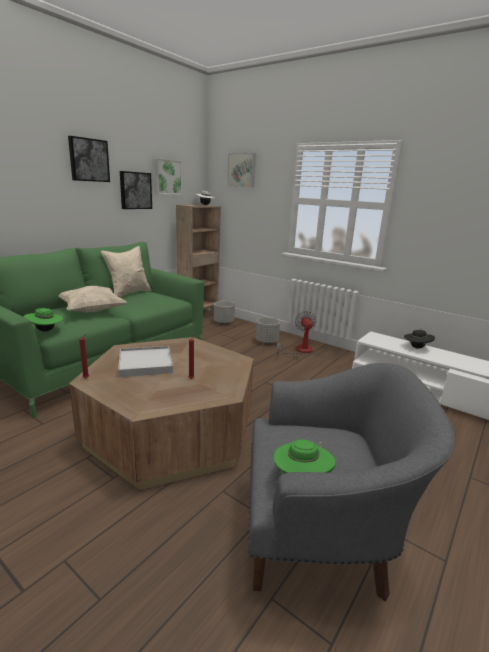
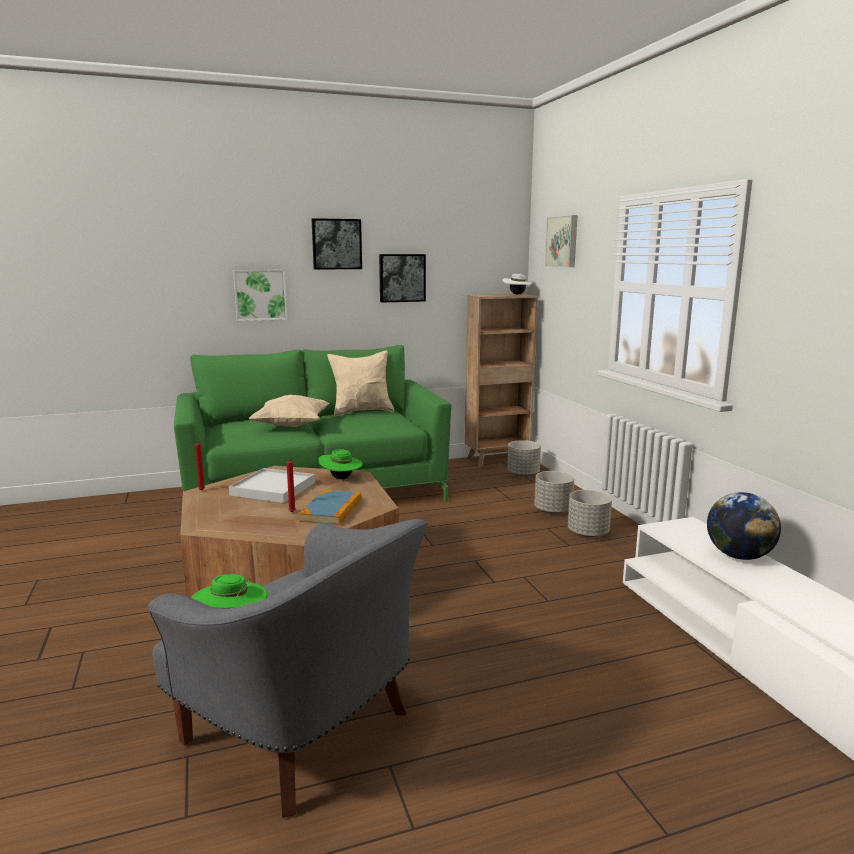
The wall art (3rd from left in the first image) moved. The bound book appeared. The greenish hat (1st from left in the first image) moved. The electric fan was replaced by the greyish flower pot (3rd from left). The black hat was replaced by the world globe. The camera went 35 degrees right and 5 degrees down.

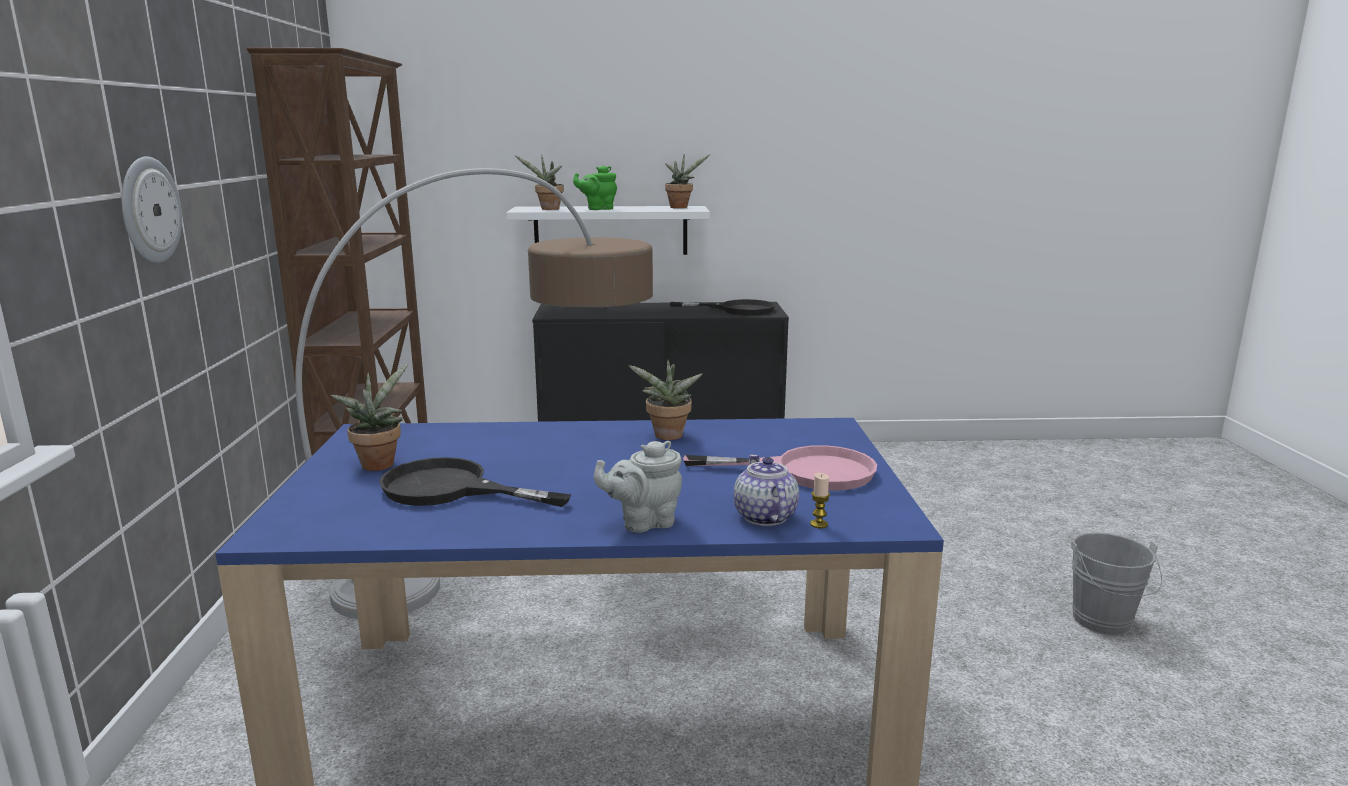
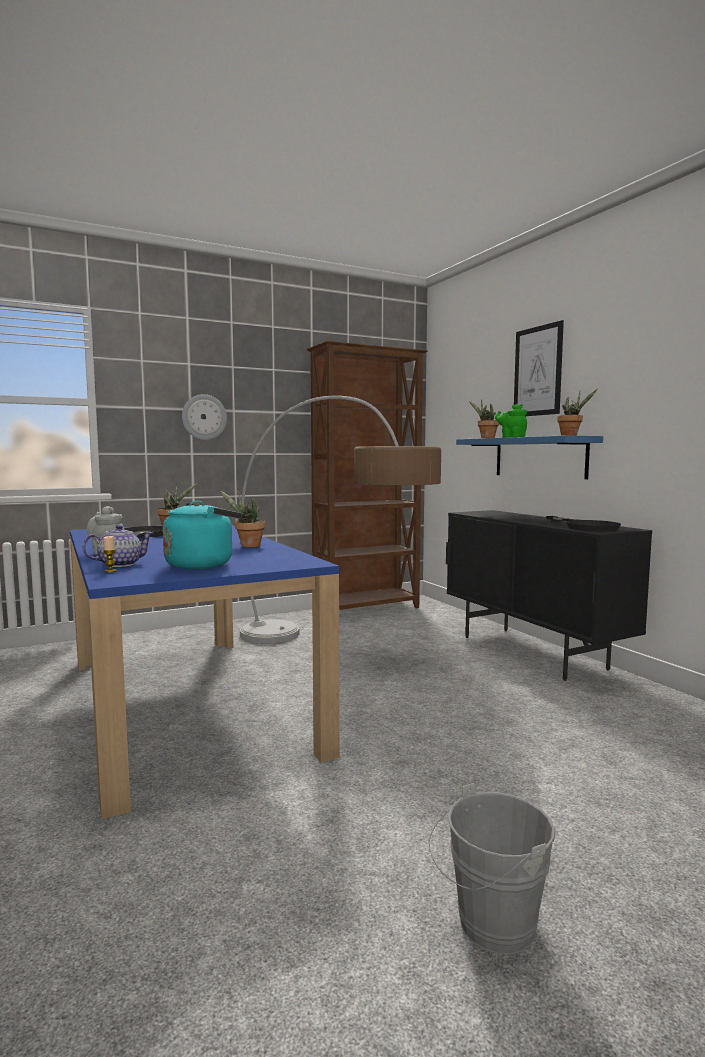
The pinkish skillet was replaced by the turquoise-coloured kettle. The whitish shelf became the blue shelf. The wall art appeared. The camera went 65 degrees right and 10 degrees down.

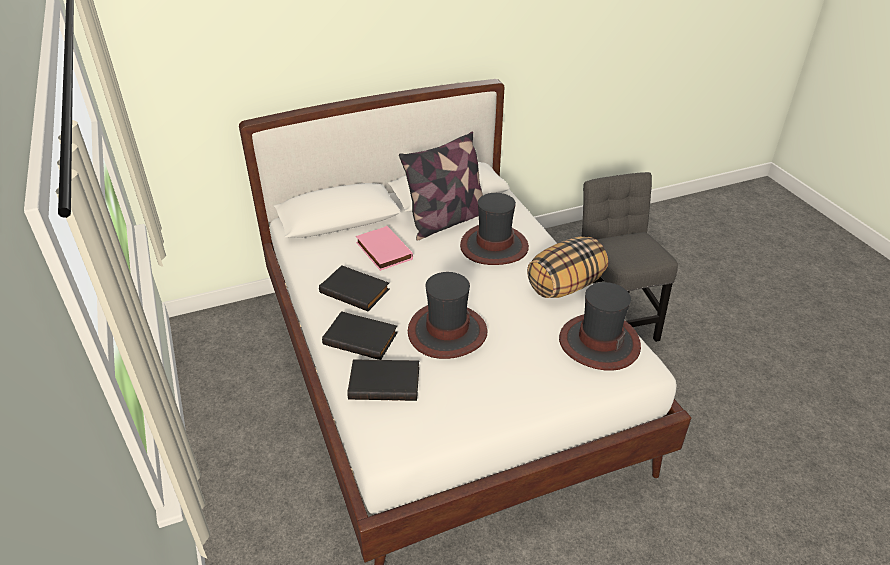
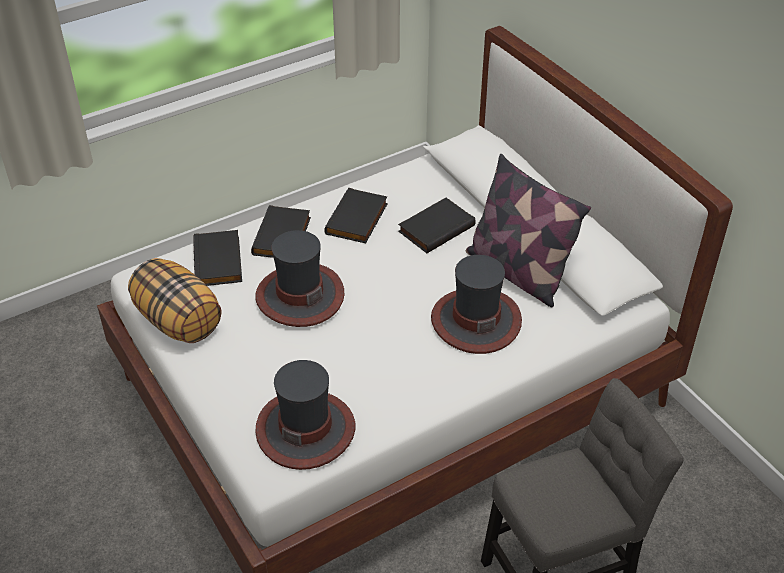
The throw pillow (2nd from left in the first image) moved. The pinkish bound book became the black bound book (4th from left). The camera went 80 degrees right and 5 degrees up.

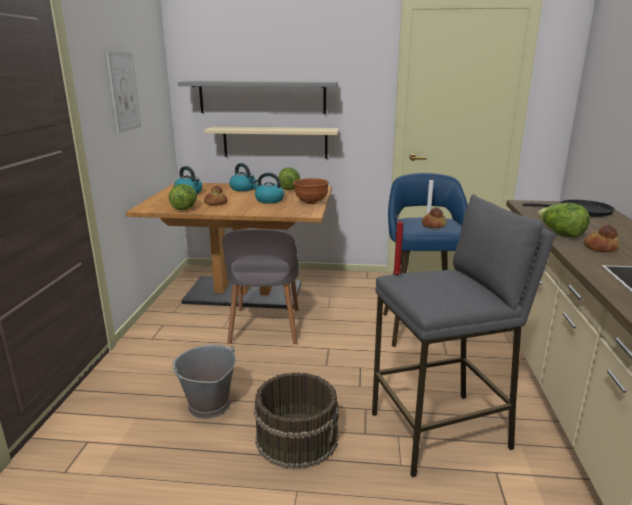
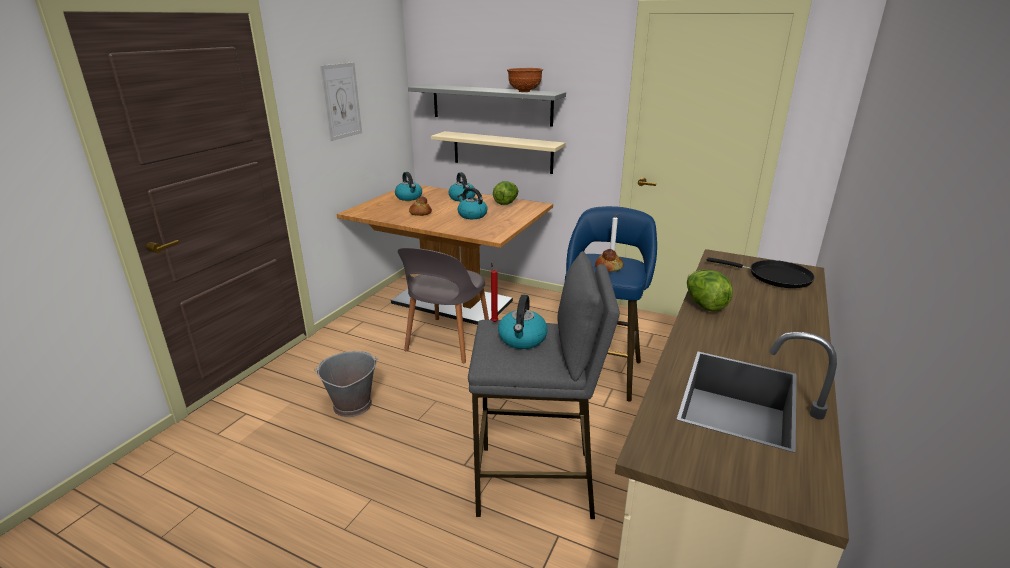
The kettle (4th from left) appeared. The brown-coloured deep dish moved. The lettuce head (1st from left) disappeared. The brown-coloured water bucket disappeared. The baked bread (3rd from left) disappeared. The camera went 20 degrees right and 5 degrees up.

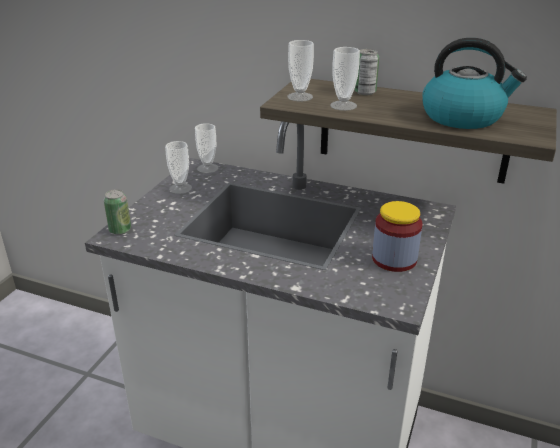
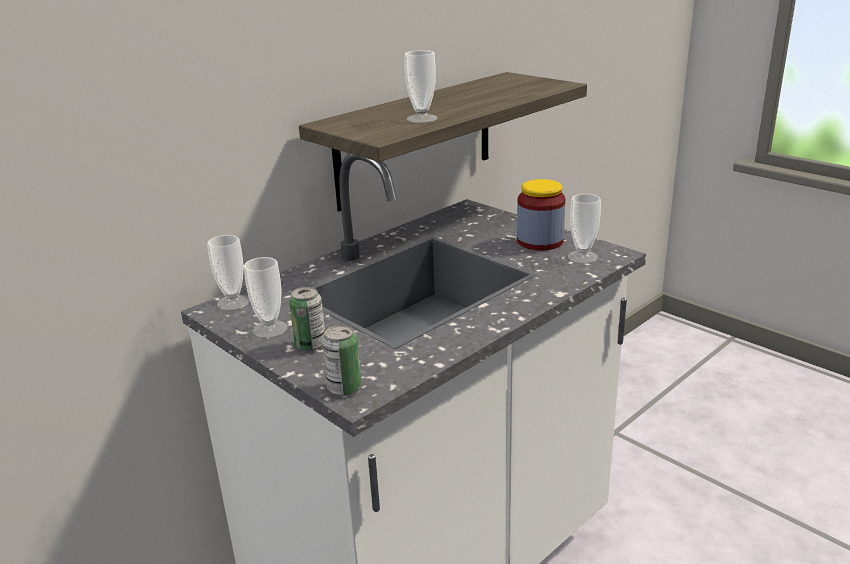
The sealed can (2nd from left in the first image) moved. The cup (3rd from left in the first image) moved. The kettle disappeared. The camera went 65 degrees left and 5 degrees down.

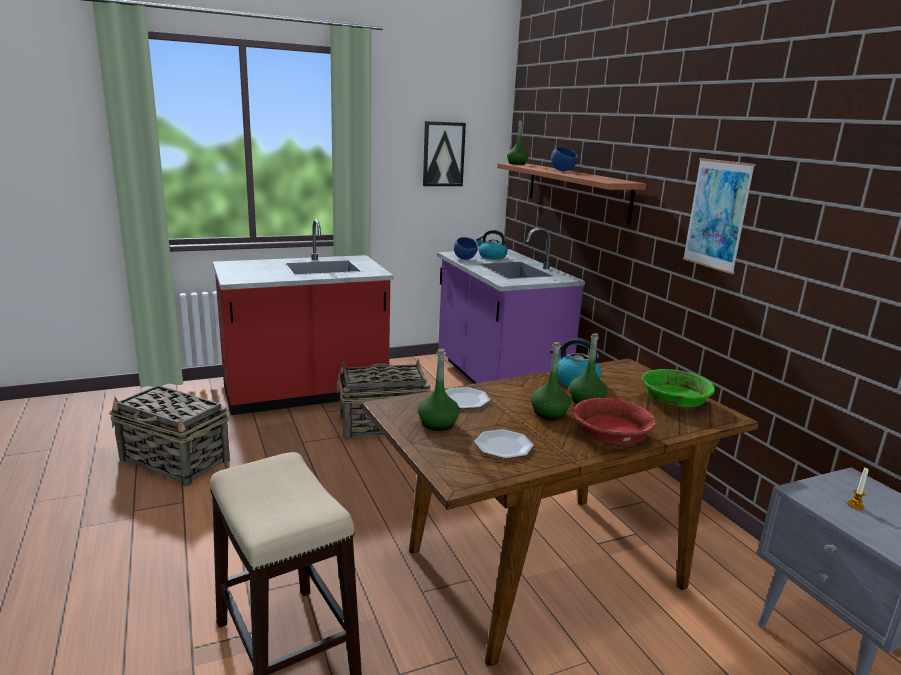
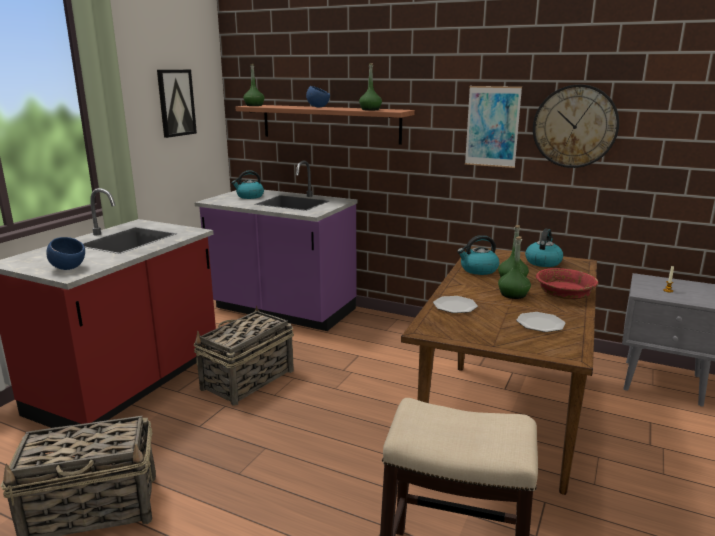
The blue deep dish (1st from left) moved. The greenish drink bottle (1st from left in the first image) moved. The greenish deep dish was replaced by the kettle (3rd from left). The hanging clock appeared. The camera went 40 degrees left and 0 degrees up.

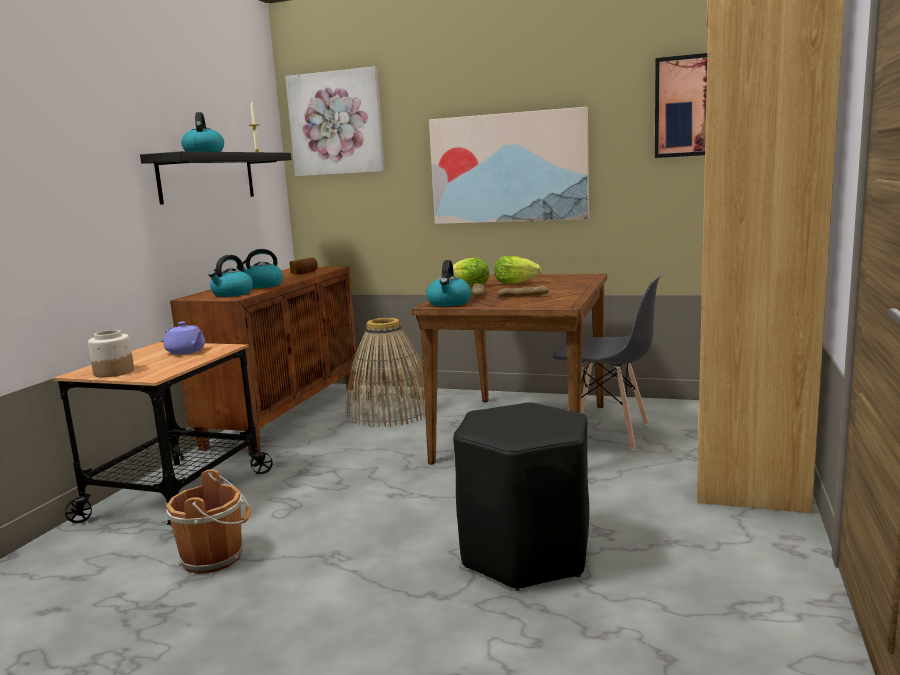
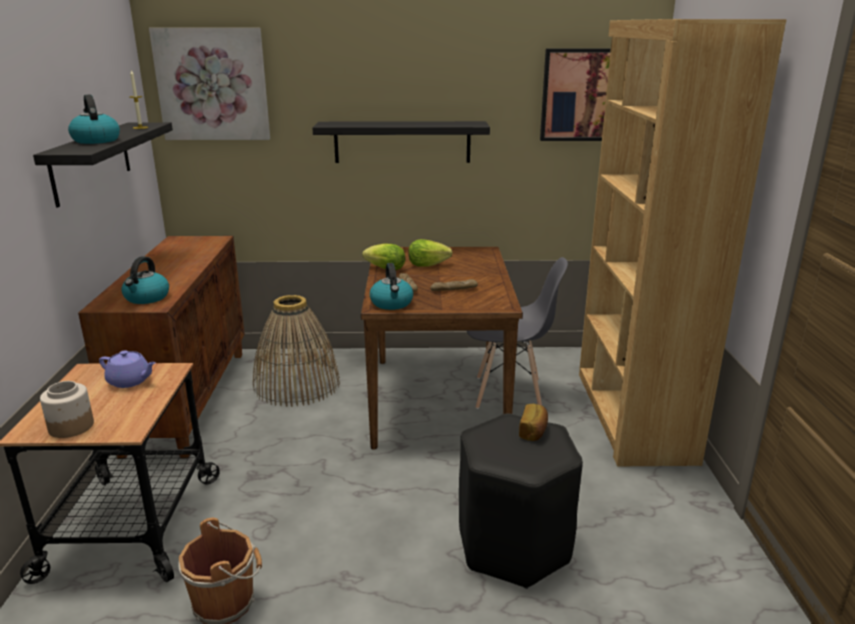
The wall art (2nd from left) was replaced by the black shelf (2nd from left). The baked bread (1st from left in the first image) moved. The kettle (3rd from left) disappeared. The camera went 20 degrees left and 10 degrees up.

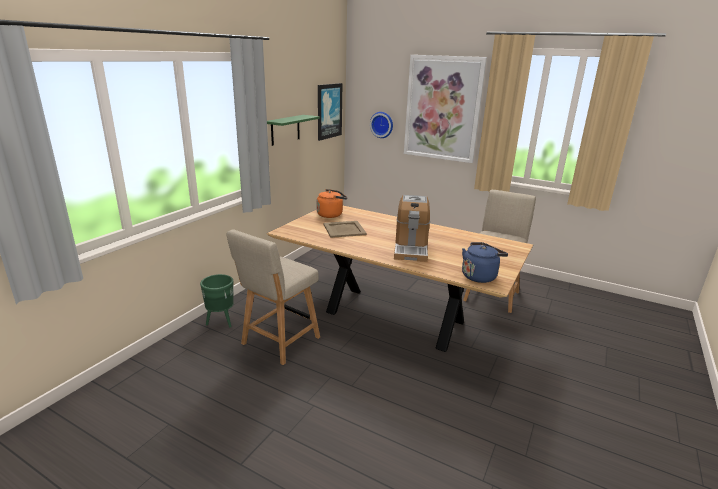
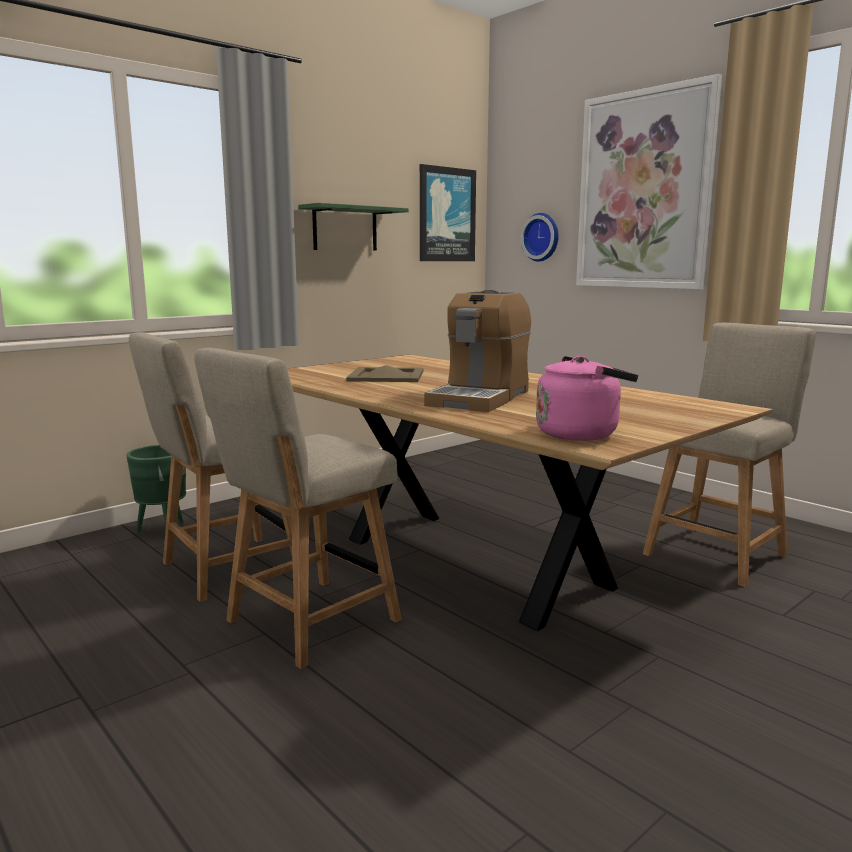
The beige upright chair (2nd from left) appeared. The blue kettle became the pinkish kettle. The orangey kettle disappeared. The camera went 20 degrees right and 10 degrees down.

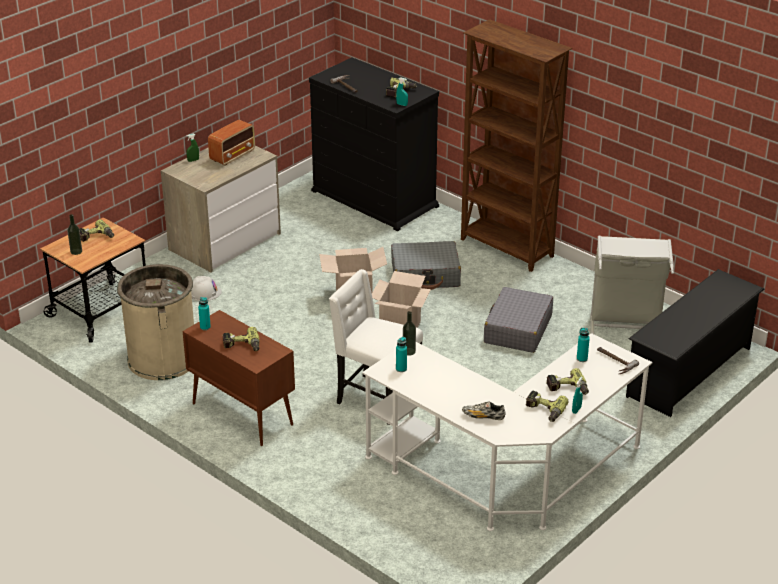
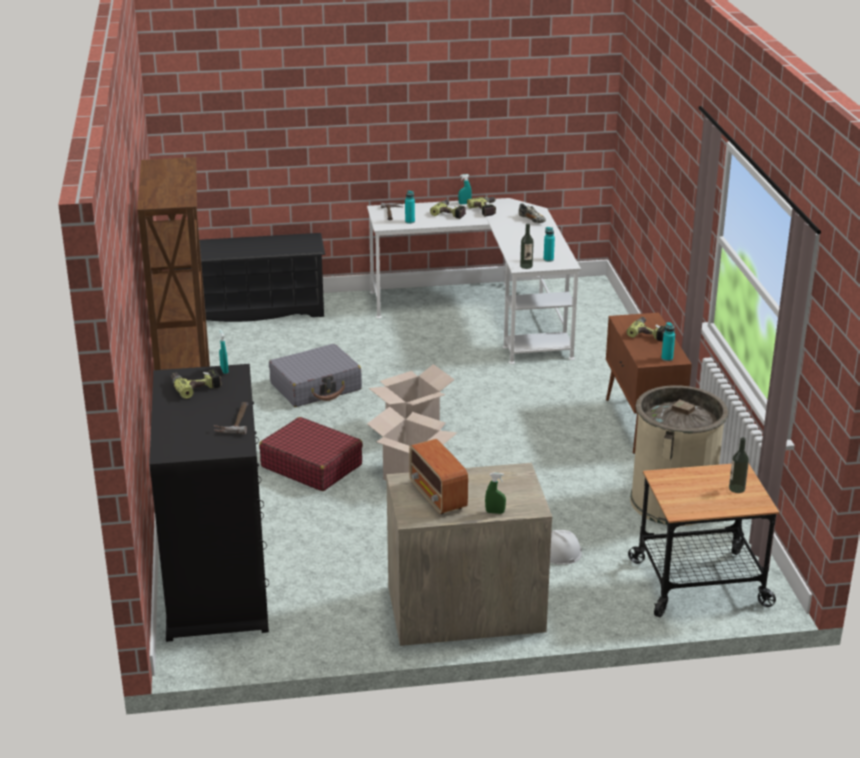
The greyish suitcase (1st from left) became the reddish suitcase. The radio receiver turned 105 degrees counterclockwise. The drill (1st from left) disappeared. The whitish upright chair disappeared. The greyish washing basket disappeared. The camera went 140 degrees left and 5 degrees down.

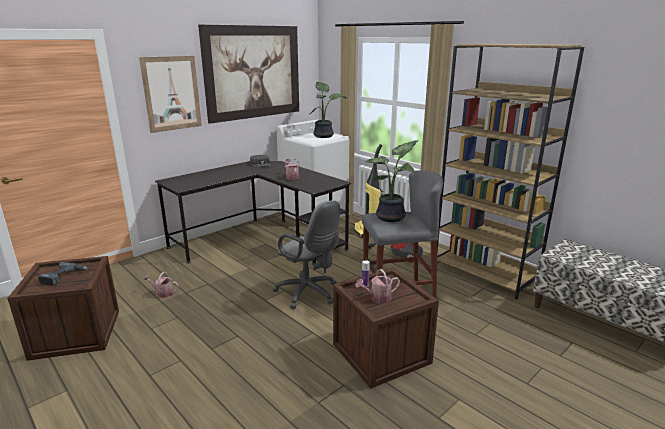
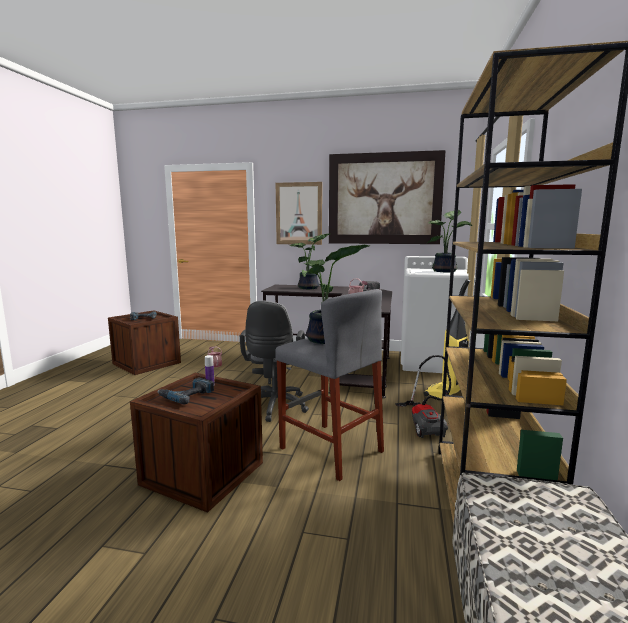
The watering pot (3rd from left) was replaced by the drill (2nd from left). The plant in a pot (1st from left) appeared. The camera went 55 degrees right and 10 degrees down.

